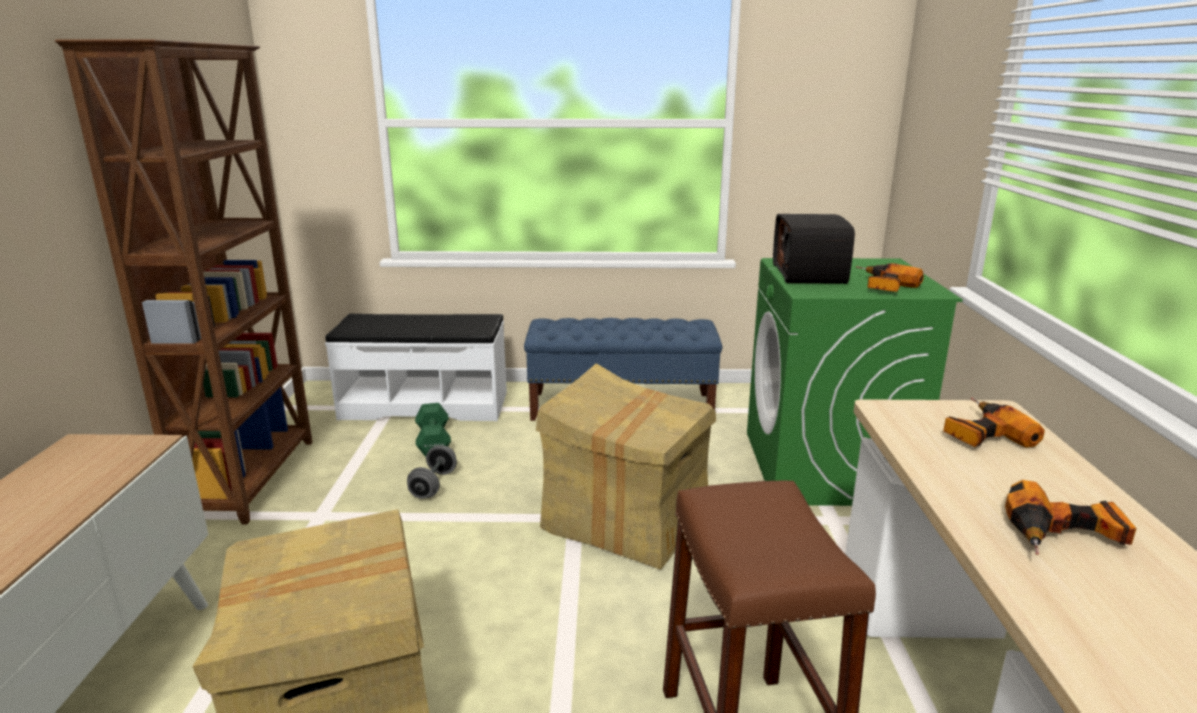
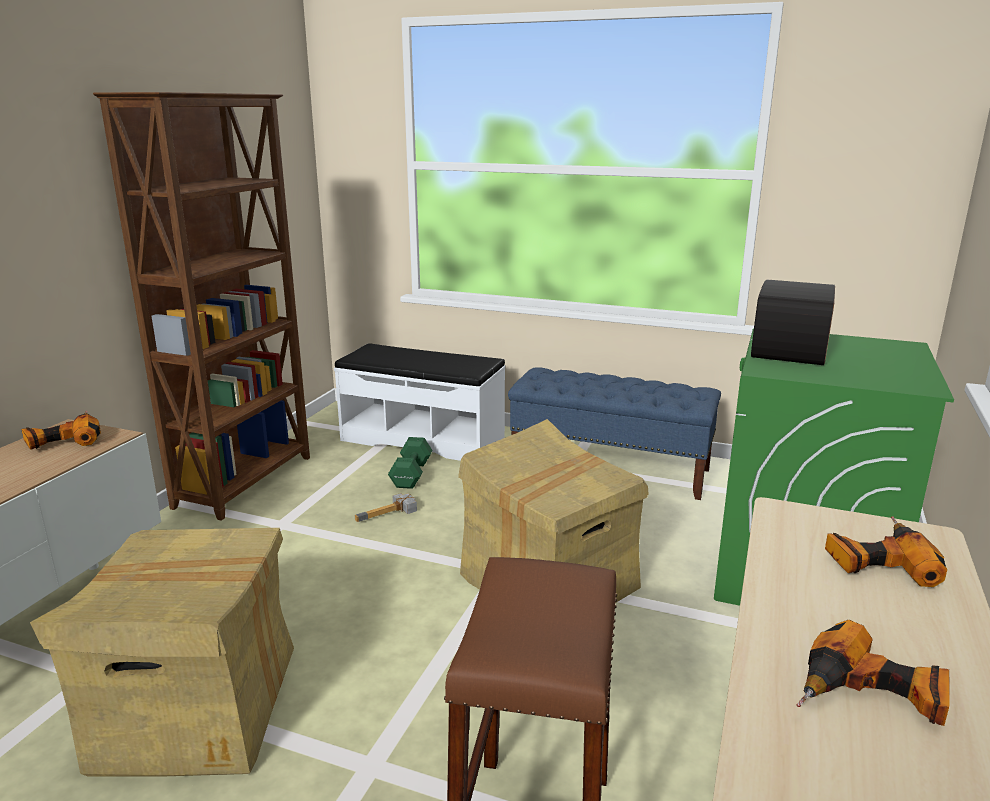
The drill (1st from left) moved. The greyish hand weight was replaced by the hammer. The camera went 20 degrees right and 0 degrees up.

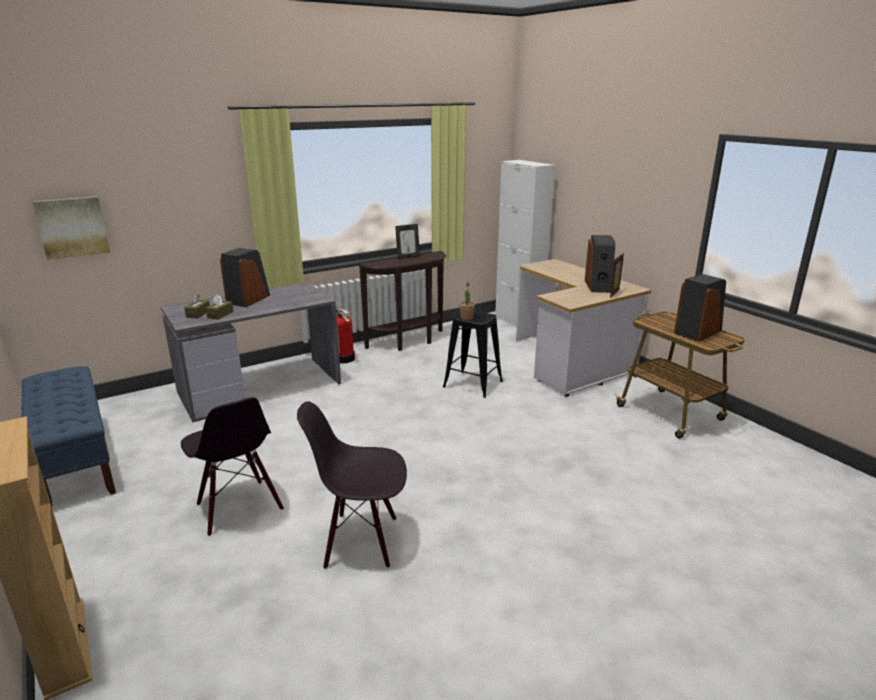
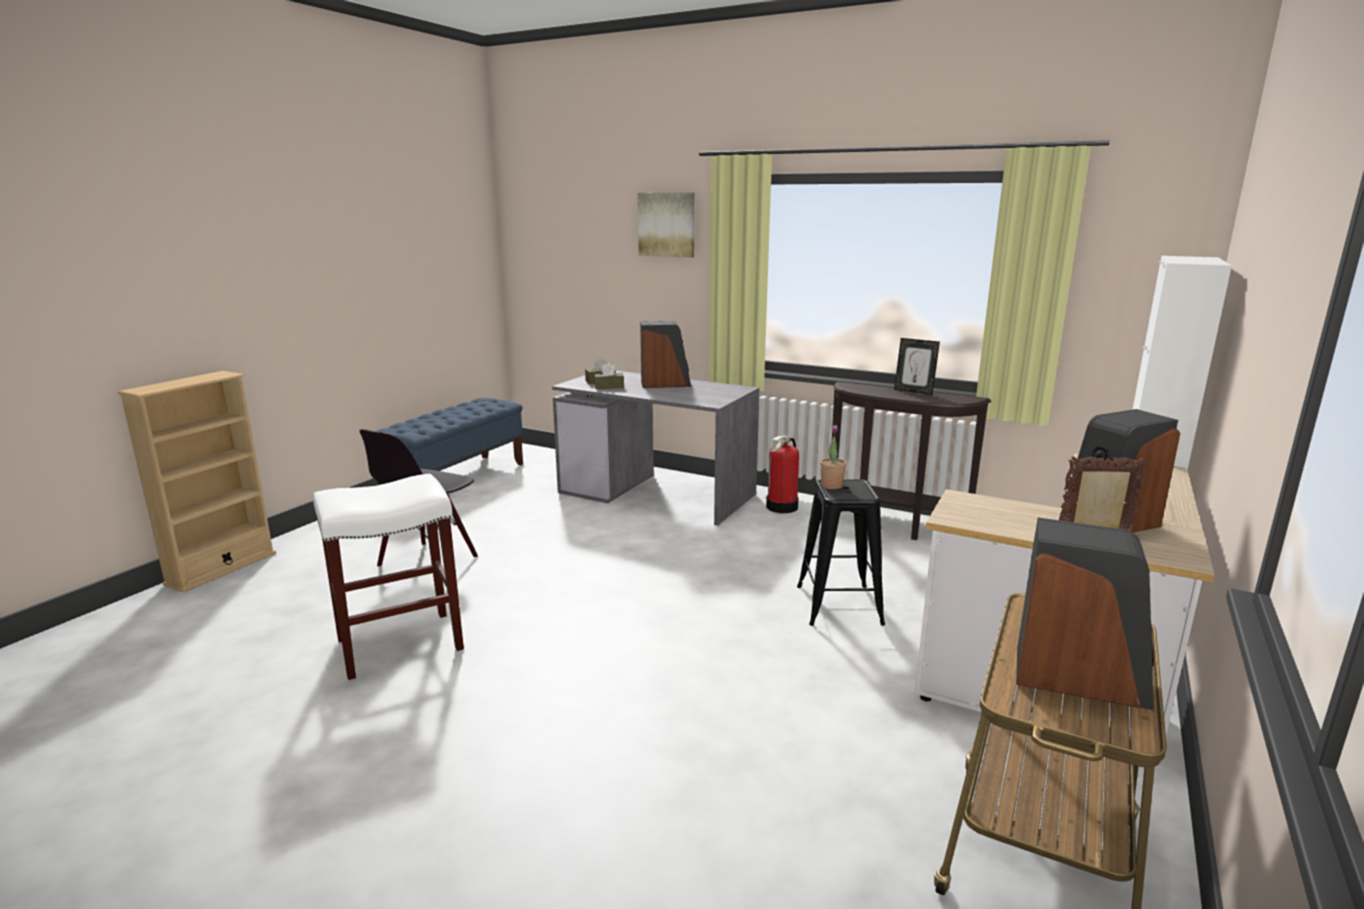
The black upright chair (2nd from left) was replaced by the whitish sitting stool. The wall art moved. The camera went 60 degrees right and 5 degrees down.

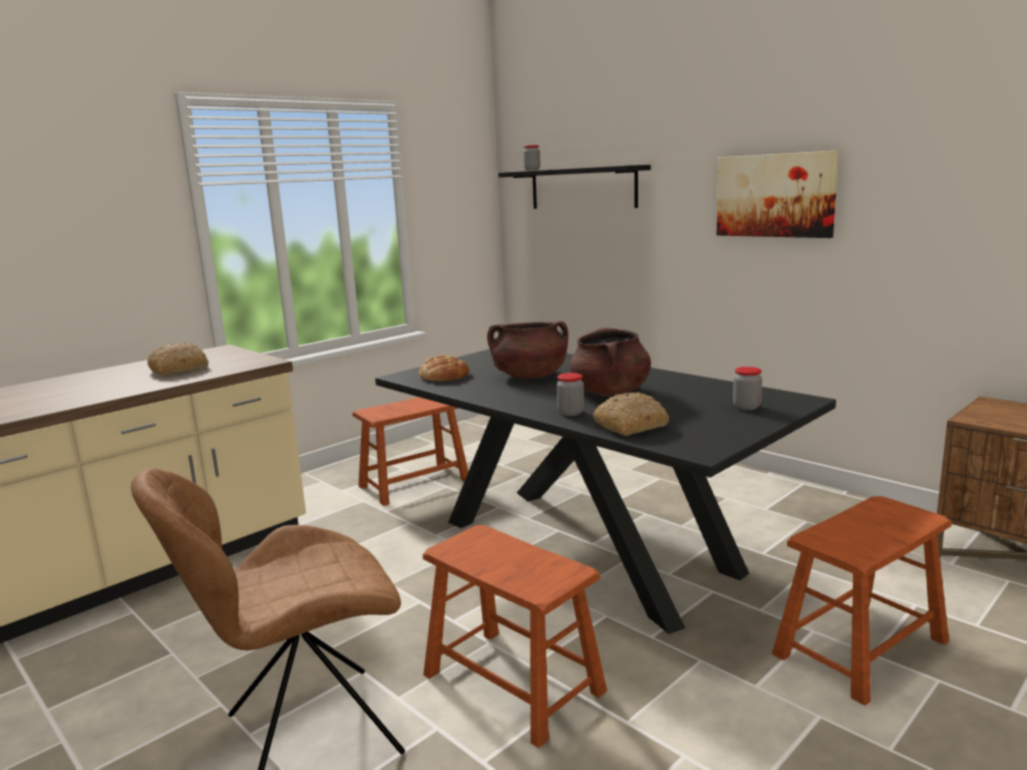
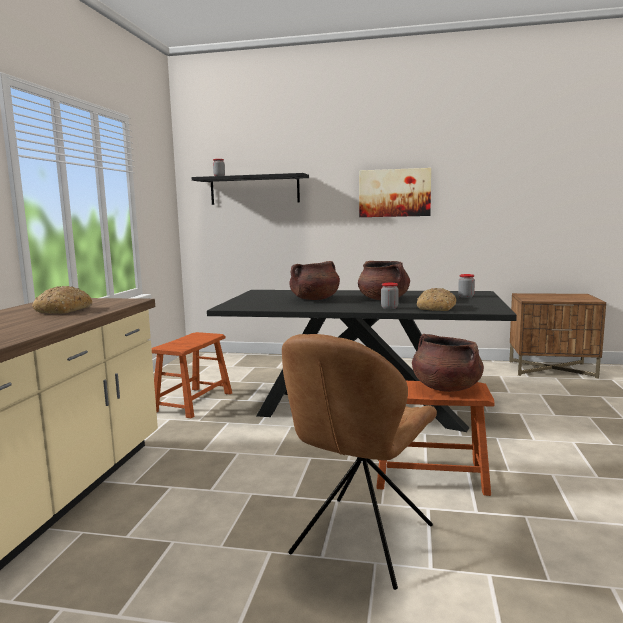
The brown-coloured stockpot (3rd from left) appeared. The baked bread (2nd from left) disappeared. The brown-coloured sitting stool (3rd from left) disappeared. The camera went 35 degrees left and 5 degrees down.

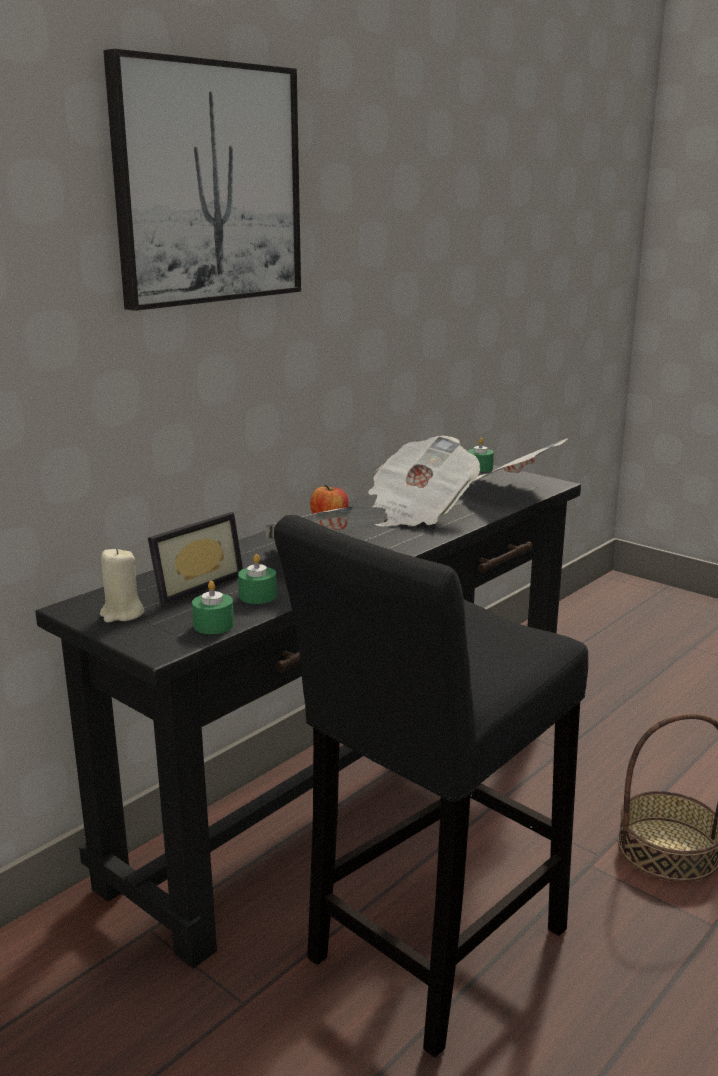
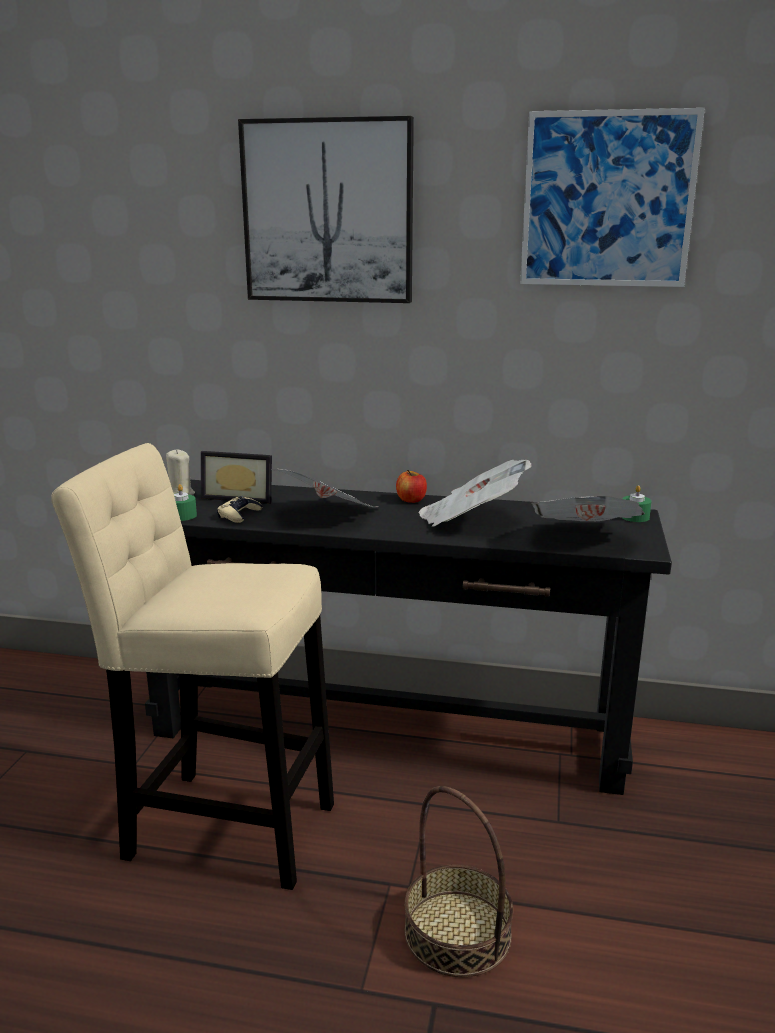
The black sitting stool became the beige sitting stool. The greenish wax light (2nd from left) was replaced by the beige game controller. The wall art (2nd from left) appeared. The camera went 60 degrees right and 0 degrees up.

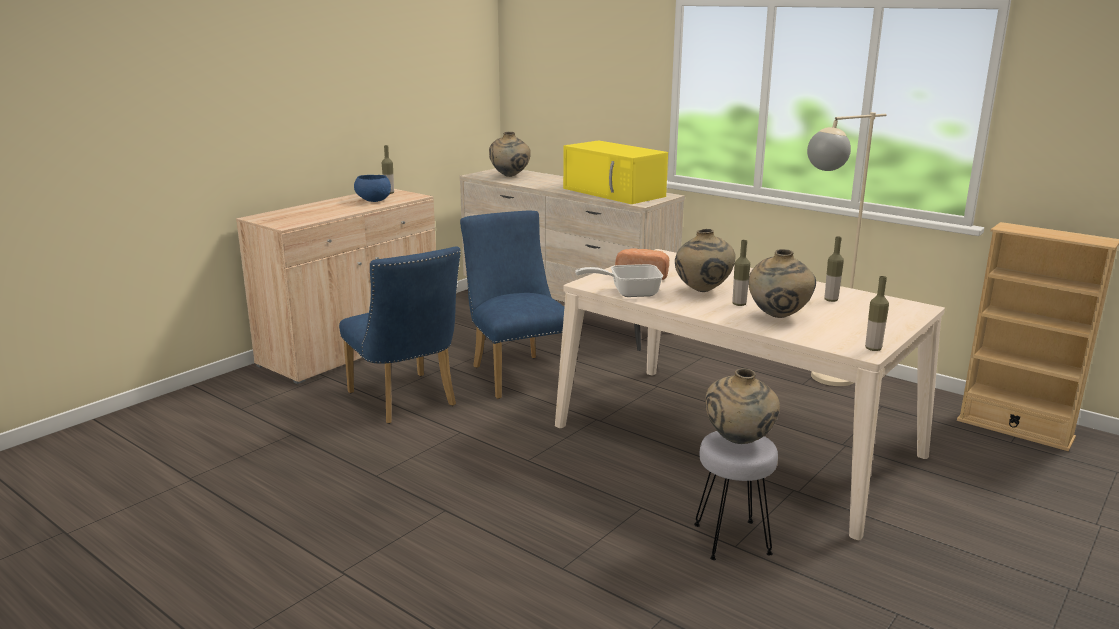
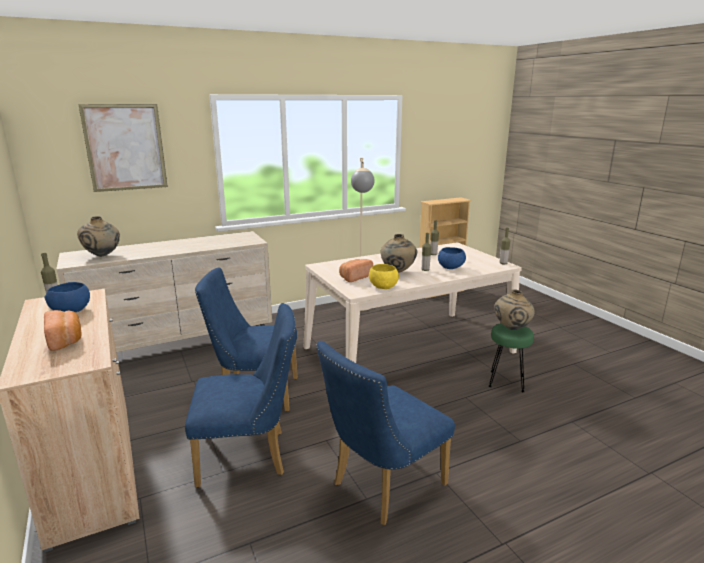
The baked bread (1st from left) appeared. The wall art appeared. The blue upright chair (3rd from left) appeared. The skillet was replaced by the yellowish deep dish. The beige vase (4th from left) was replaced by the blue deep dish (2nd from left). The greyish sitting stool became the greenish sitting stool. The yellowish microwave oven disappeared. The camera went 65 degrees left and 0 degrees up.

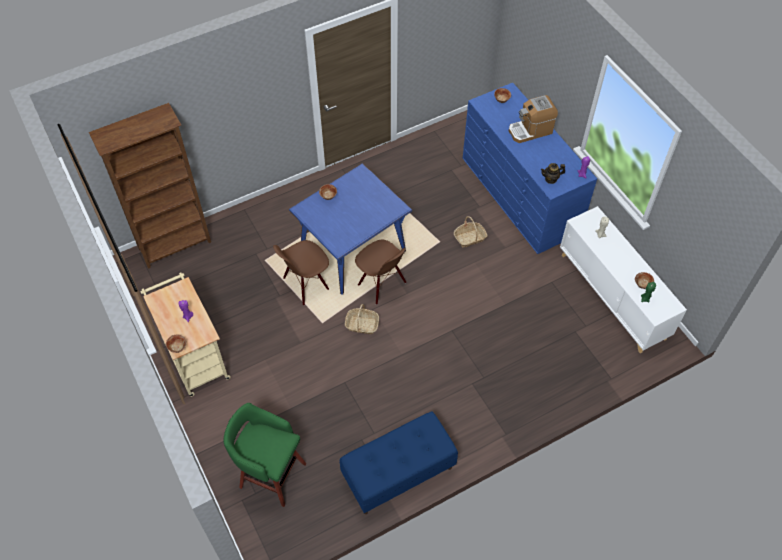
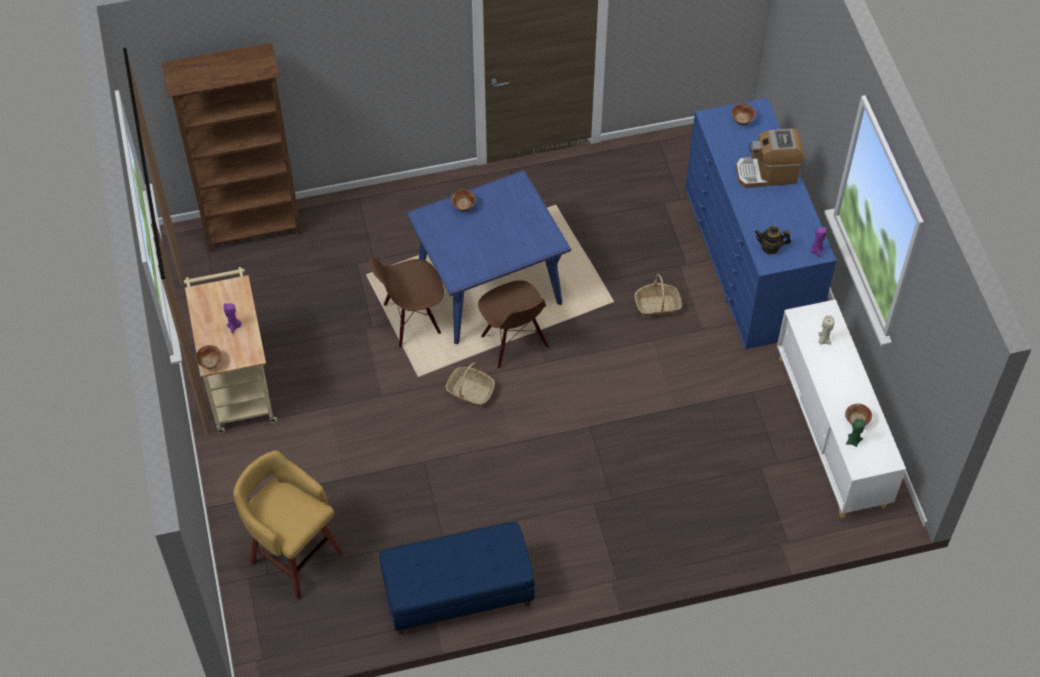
The greenish sitting stool became the yellowish sitting stool. The camera went 15 degrees right and 0 degrees up.

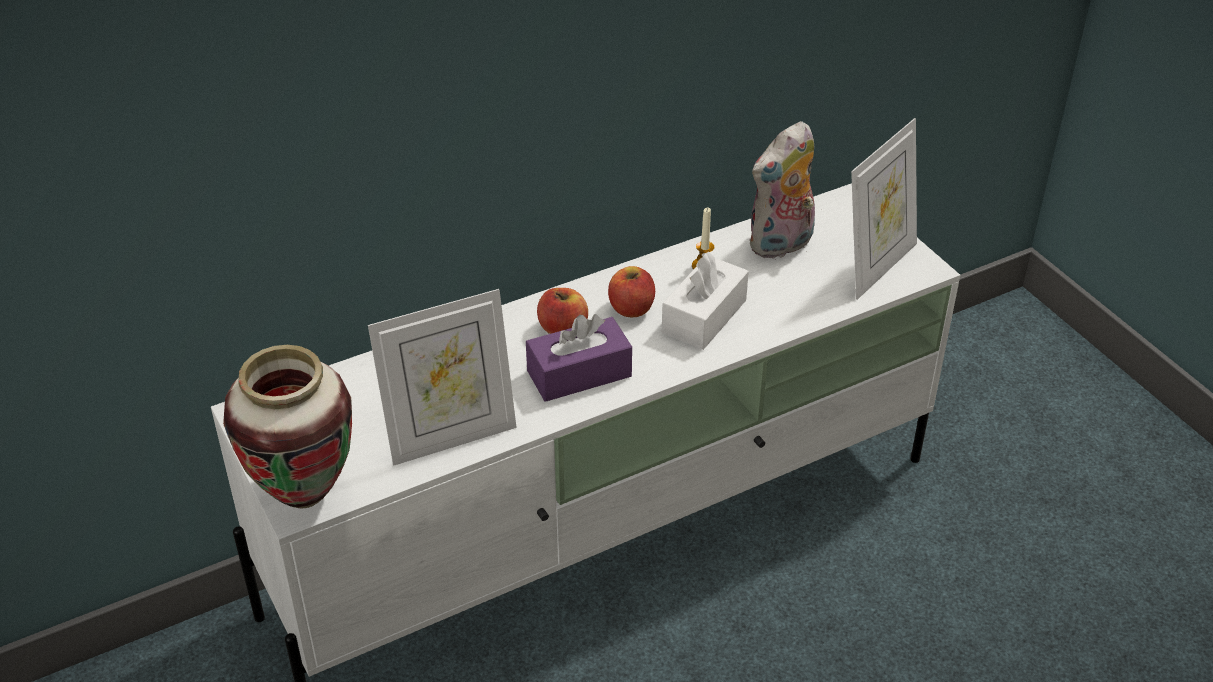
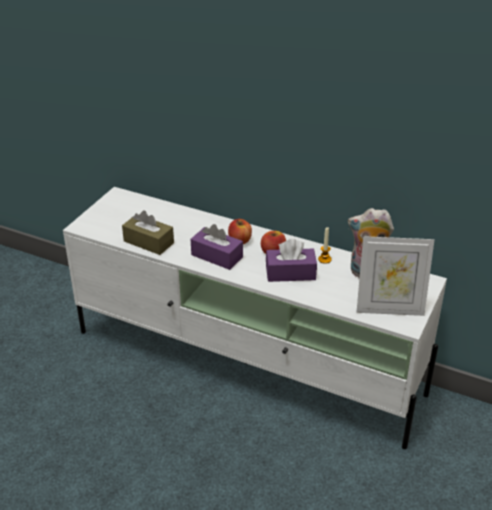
The picture frame (1st from left) was replaced by the brown-coloured tissue box. The whitish tissue box became the purple tissue box (2nd from left). The vase disappeared. The camera went 55 degrees right and 5 degrees down.

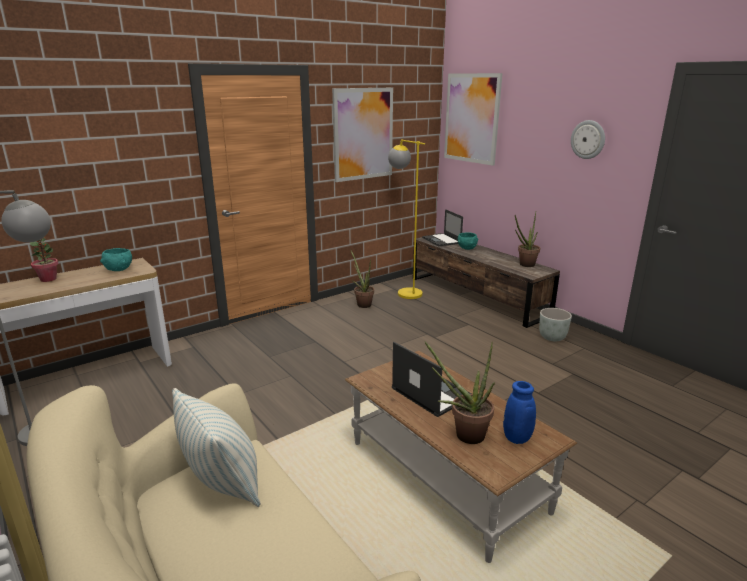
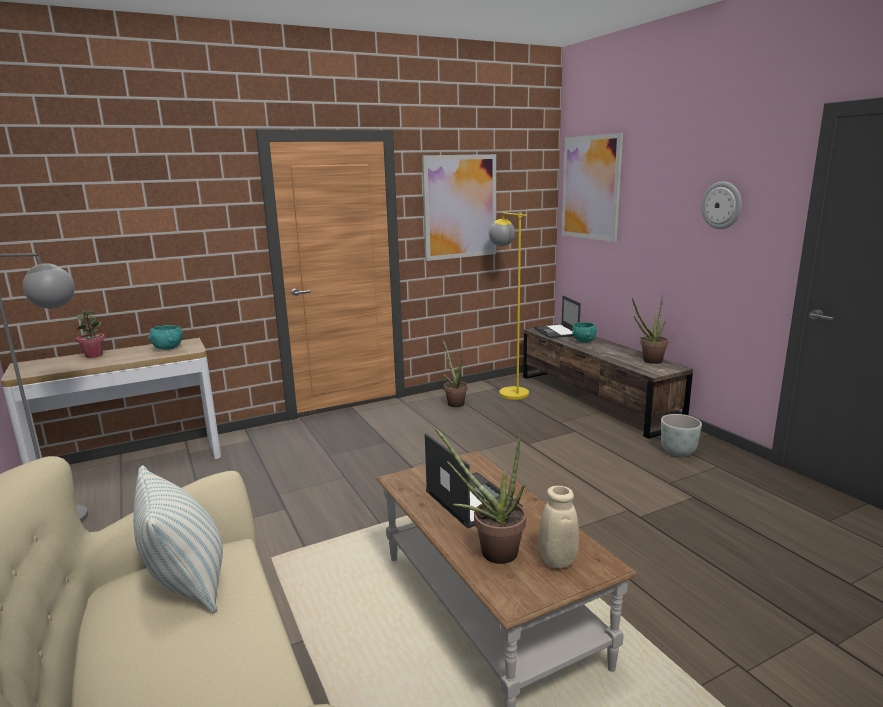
The blue vase became the beige vase. The camera went 10 degrees right and 5 degrees down.

